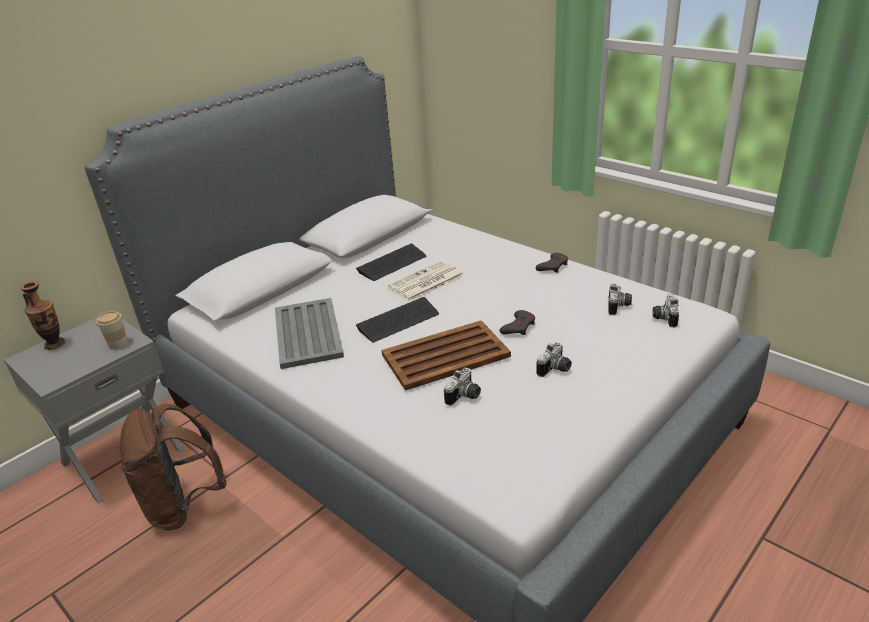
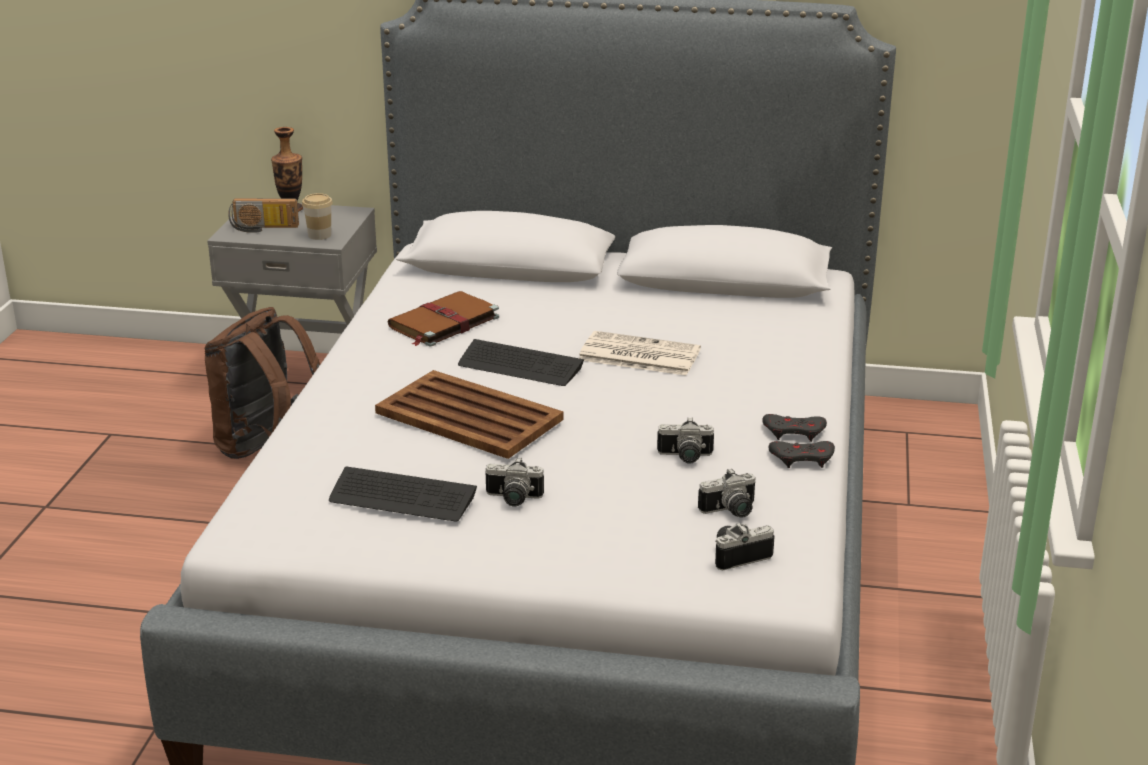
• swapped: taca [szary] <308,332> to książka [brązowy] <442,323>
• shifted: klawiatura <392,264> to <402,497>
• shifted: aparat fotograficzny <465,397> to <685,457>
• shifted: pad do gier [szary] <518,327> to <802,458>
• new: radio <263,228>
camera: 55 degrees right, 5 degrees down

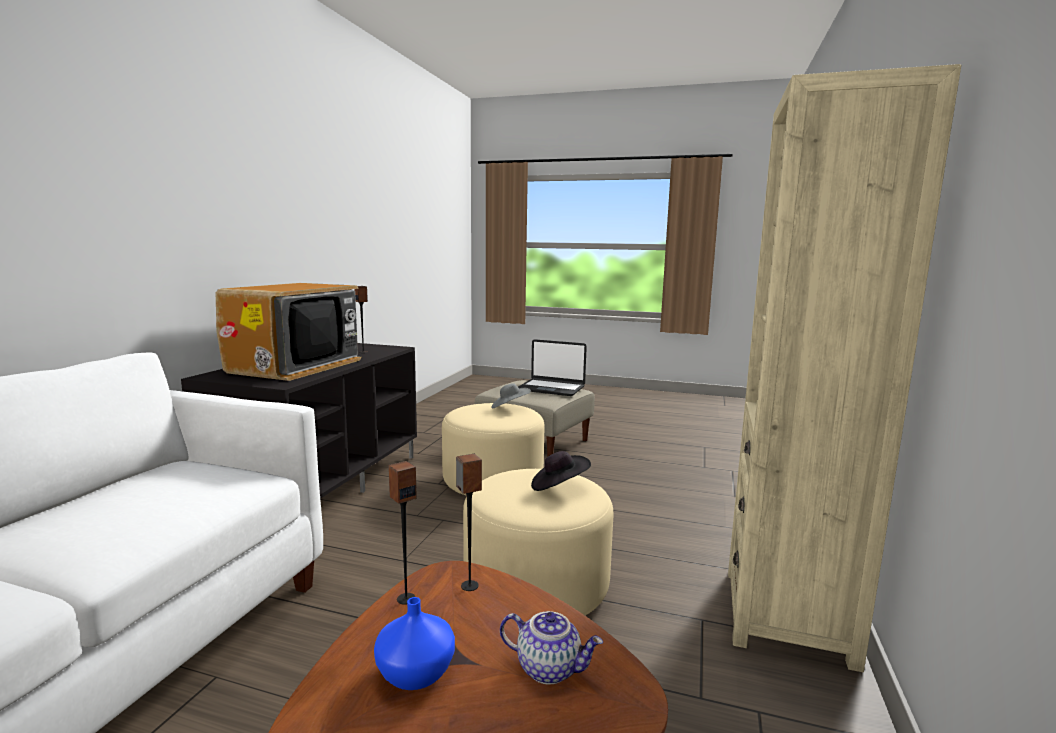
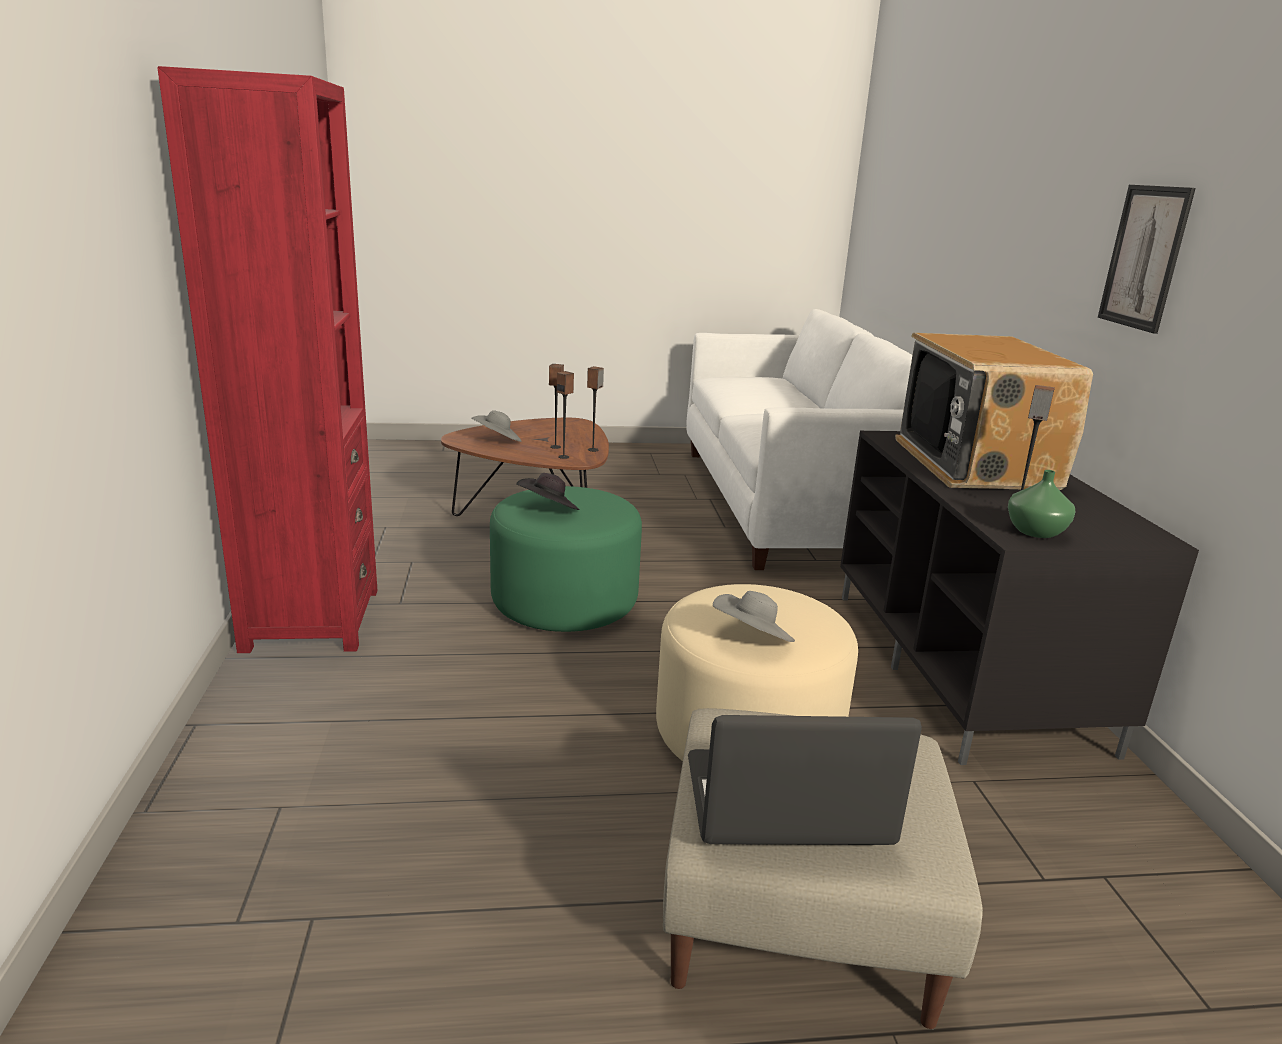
• gone: wazon [niebieski] <416,672>
• repainted: pufa [beżowy] <536,586> to pufa [zielony] <564,602>
• swapped: imbryk <549,668> to kapelusz [szary] <498,440>
• repainted: regał [beżowy] <787,616> to regał [czerwony] <311,619>
• new: głośnik <555,447>
• new: wazon [zielony] <1034,532>
• new: obraz <1144,257>
camera: 155 degrees right, 10 degrees up

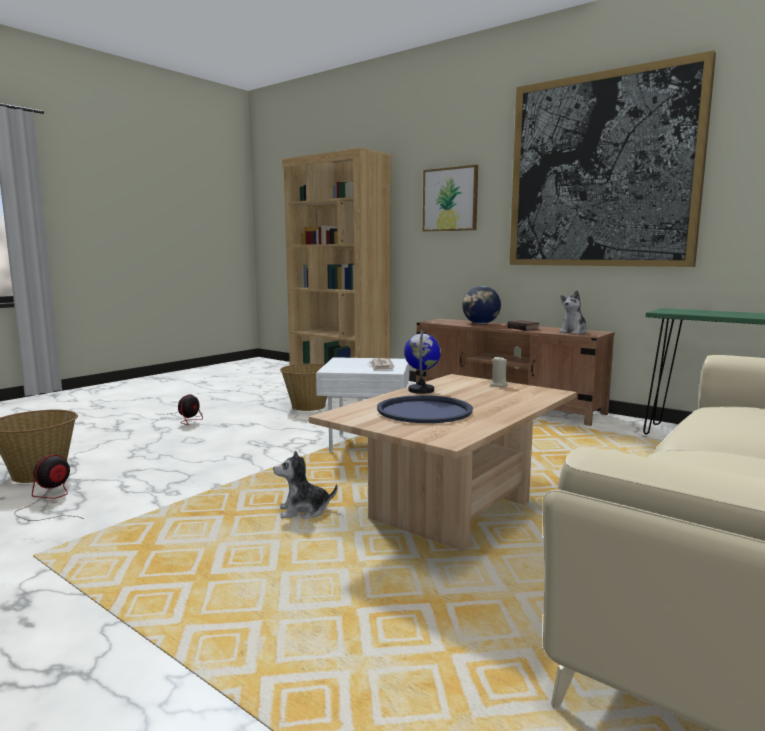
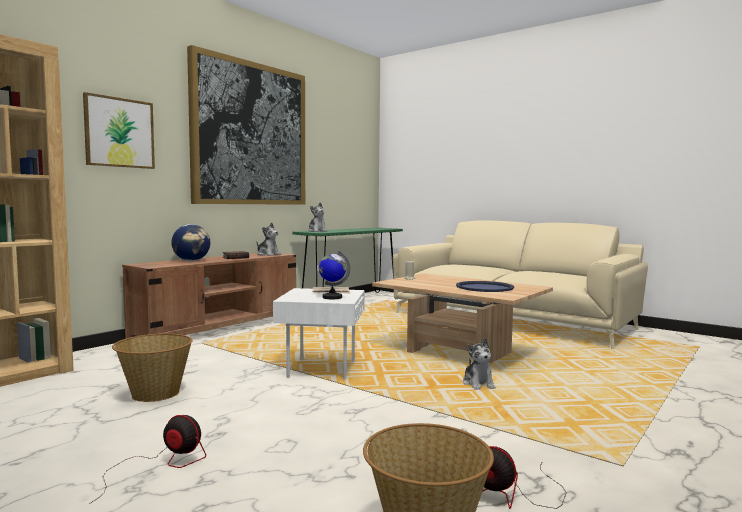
• shifted: globus <421,390> to <332,297>
• new: pluszak <317,231>
camera: 90 degrees left, 5 degrees down

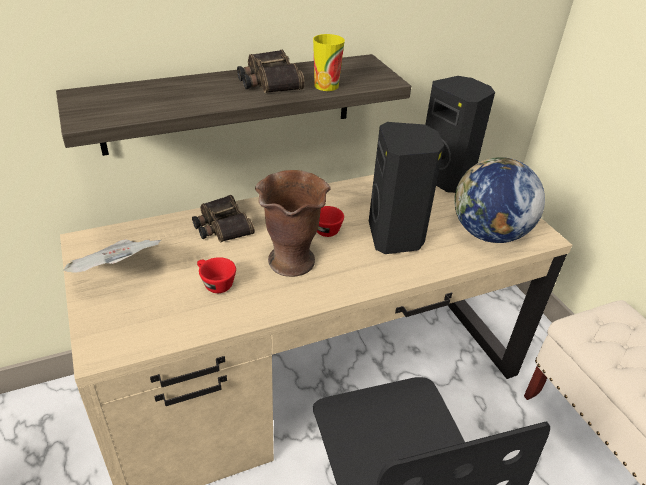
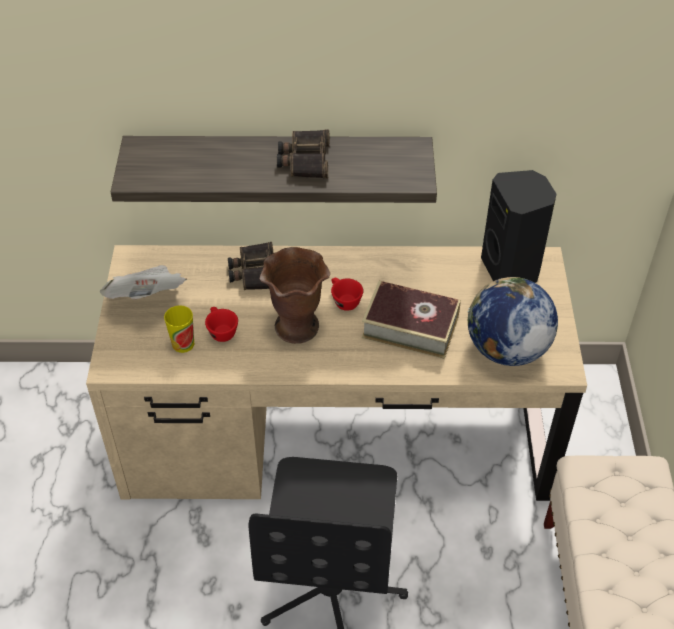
• shifted: filiżanka <326,86> to <183,344>
• swapped: głośnik [czarny] <396,236> to książka <410,327>
camera: 25 degrees right, 10 degrees up

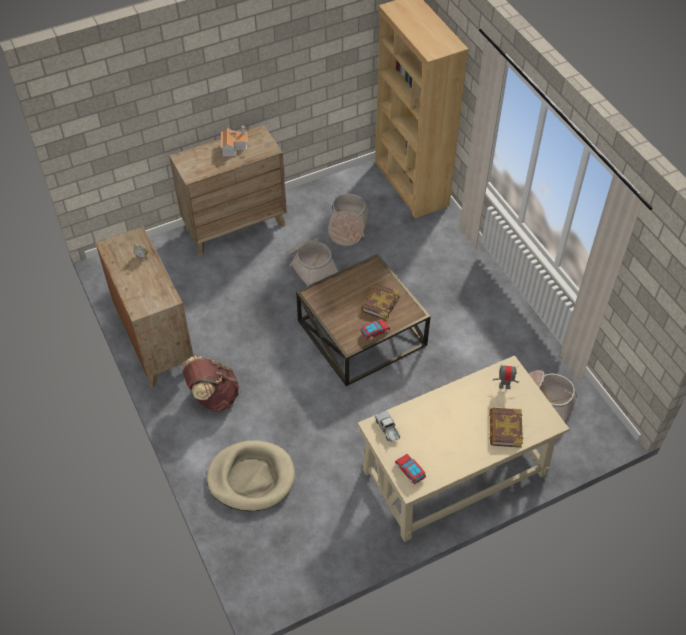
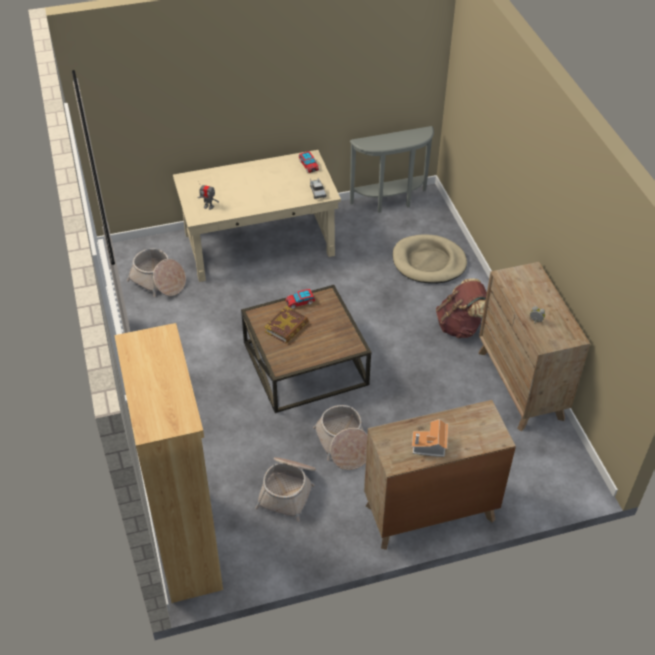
• gone: książka <505,429>
• new: stolik konsolowy [szary] <391,202>
camera: 170 degrees left, 5 degrees down

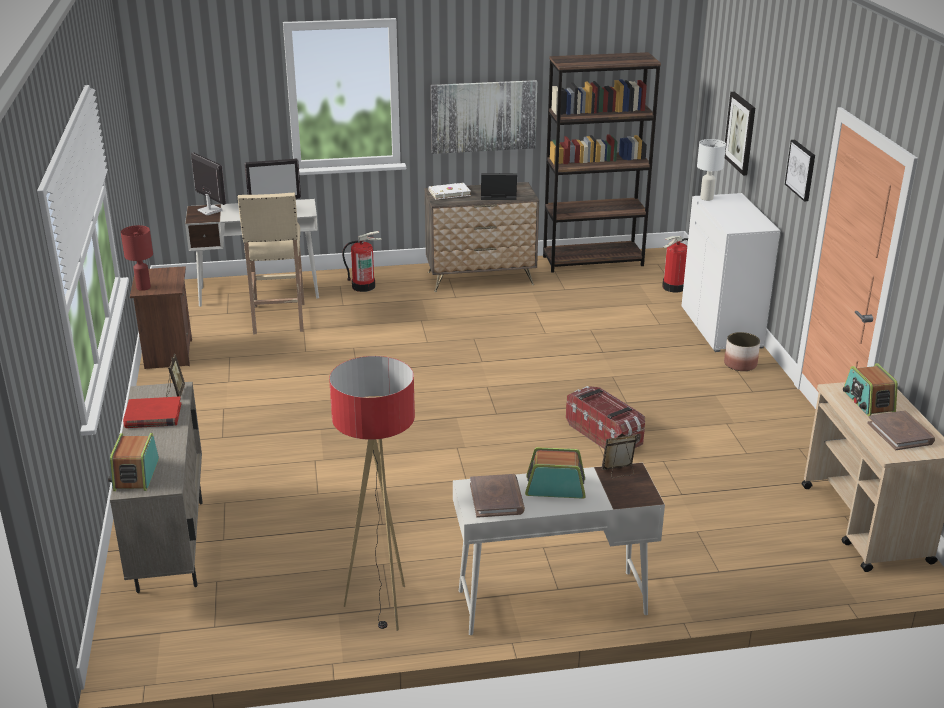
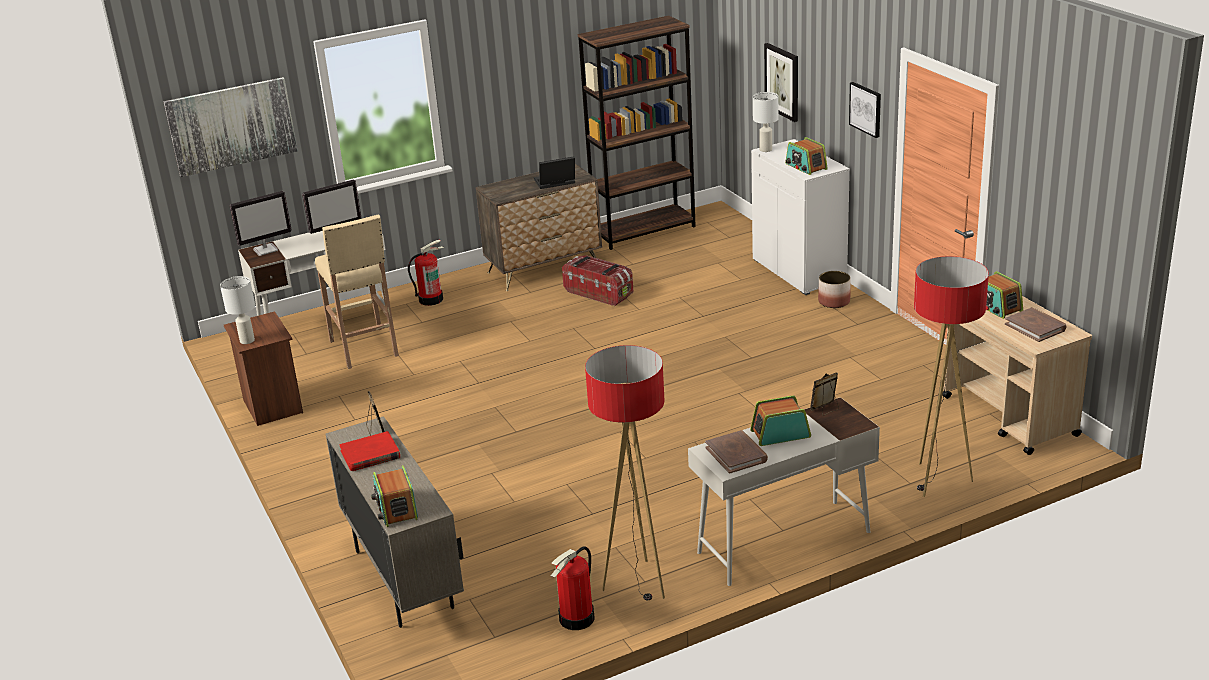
• repainted: lampa stołowa [czerwony] <143,287> to lampa stołowa [biały] <247,340>
• rotated: monitor <209,210> = <266,250> 120 degrees clockwise
• gone: książka [biały] <449,193>
• shifted: obraz <483,116> to <231,126>
• shifted: pojemnik do przechowywania <604,435> to <599,293>
• shifted: gaśnica <674,287> to <577,618>
• new: radio <805,167>
• new: lampa stojąca <938,480>
camera: 15 degrees left, 0 degrees up

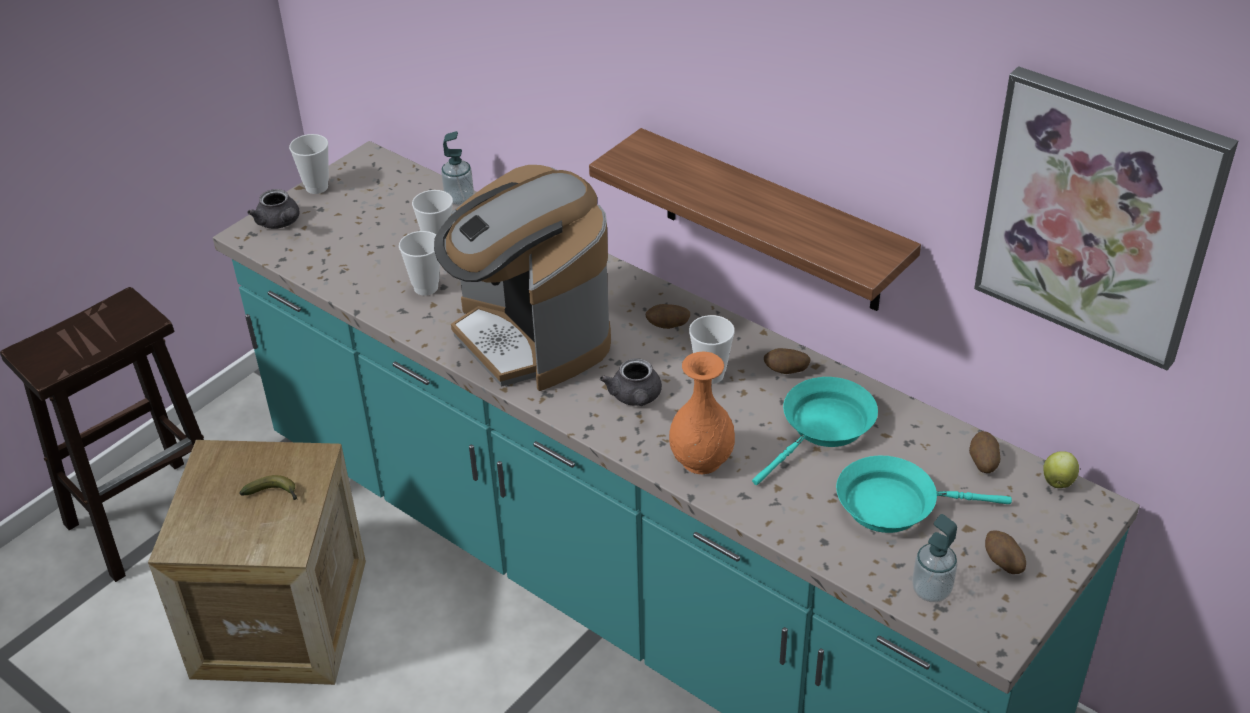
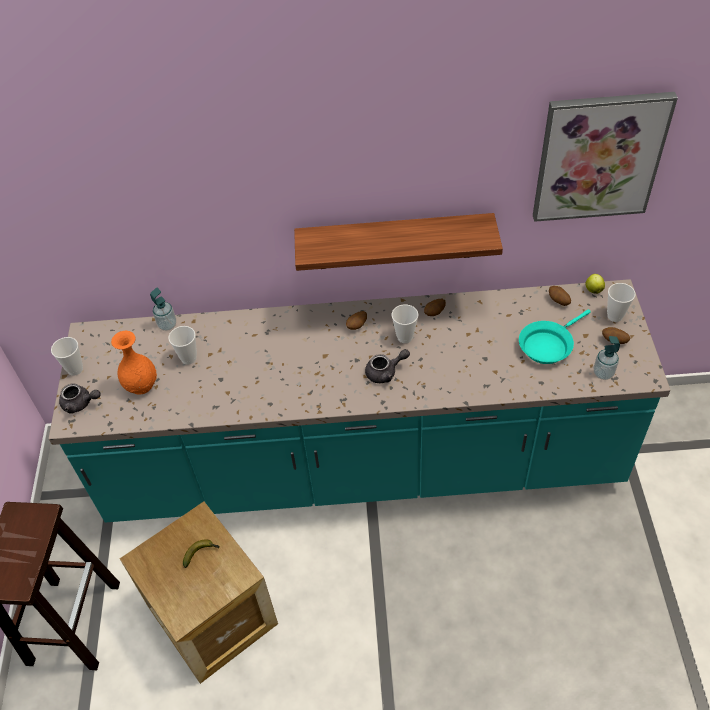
• shifted: filiżanka <426,287> to <615,316>
• gone: ekspres do kawy <531,337>
• rotated: imbryk [szary] <635,398> = <385,372> 60 degrees counterclockwise
• shifted: wazon [pomarańczowy] <702,460> to <142,385>
• gone: patelnia [turkusowy] <823,428>
camera: 40 degrees left, 10 degrees up

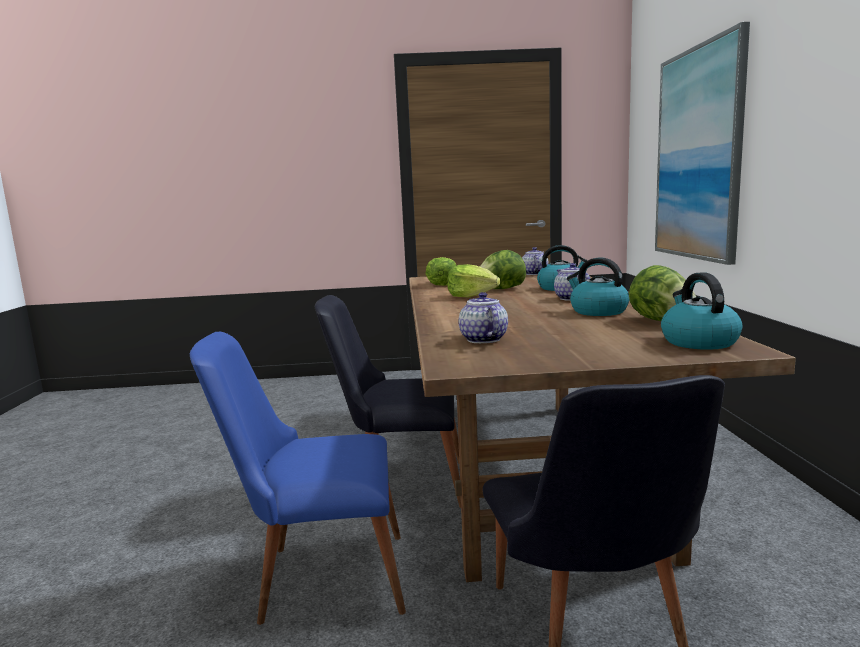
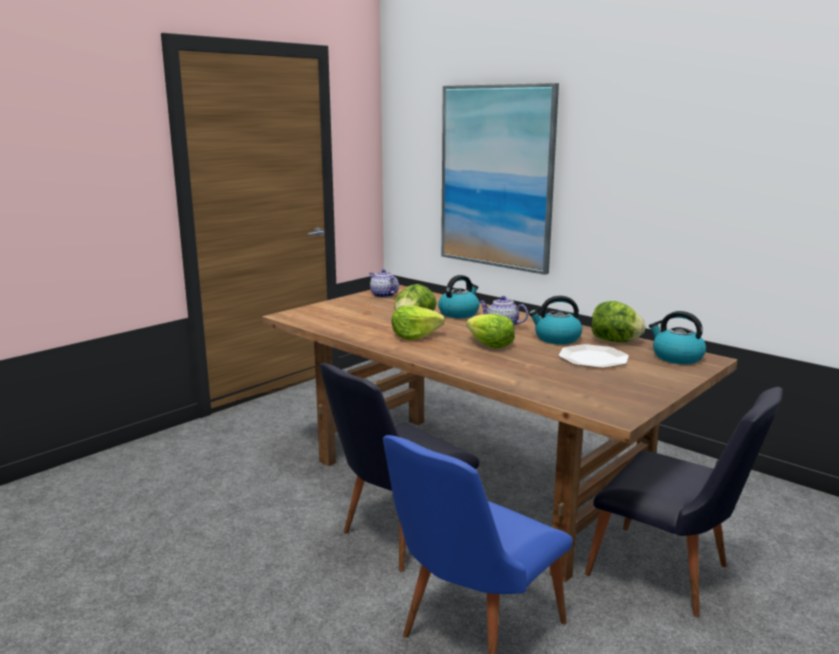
• shifted: sałata <442,284> to <489,345>
• gone: imbryk <482,339>
• new: talerz <593,358>
camera: 45 degrees left, 5 degrees up

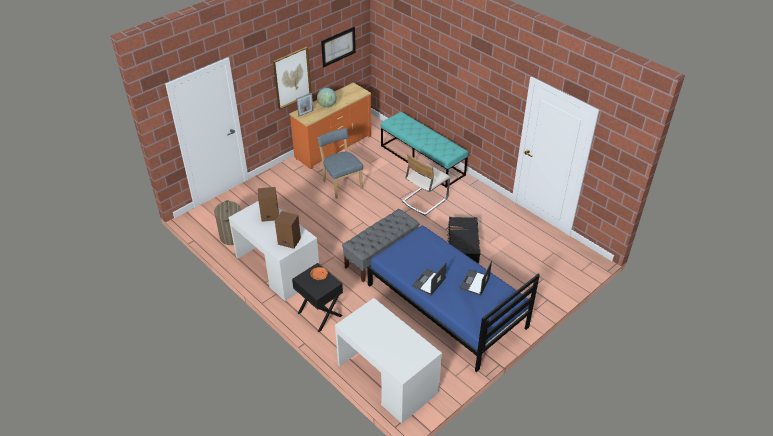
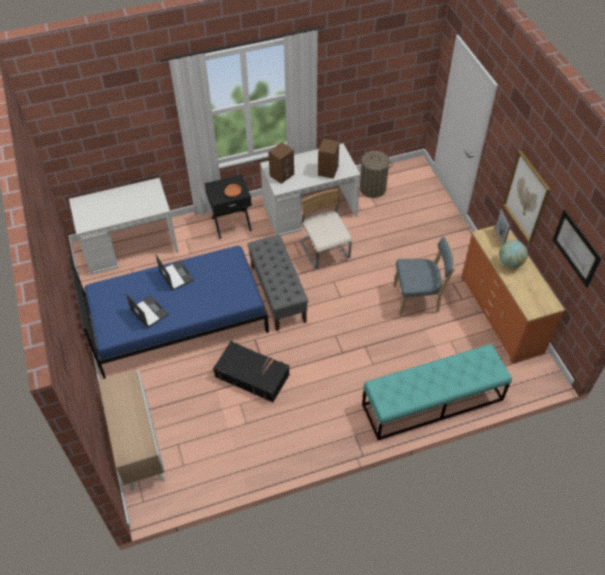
• shifted: krzesło [beżowy] <424,200> to <325,250>
• new: szafka <138,446>
camera: 115 degrees right, 10 degrees up

